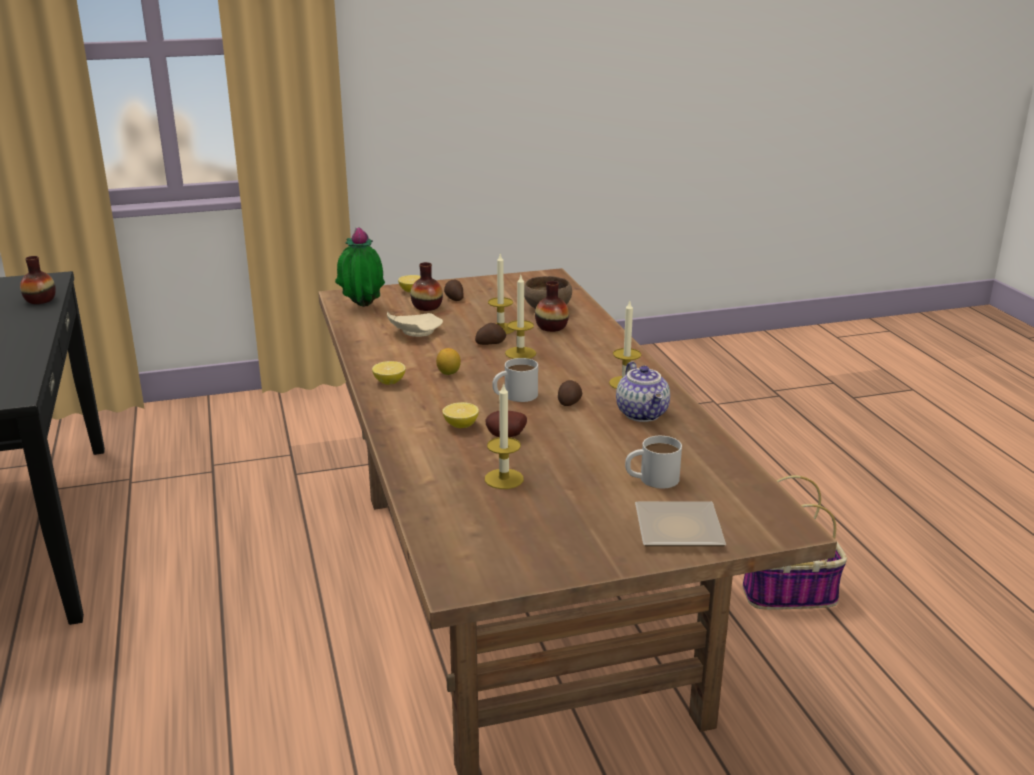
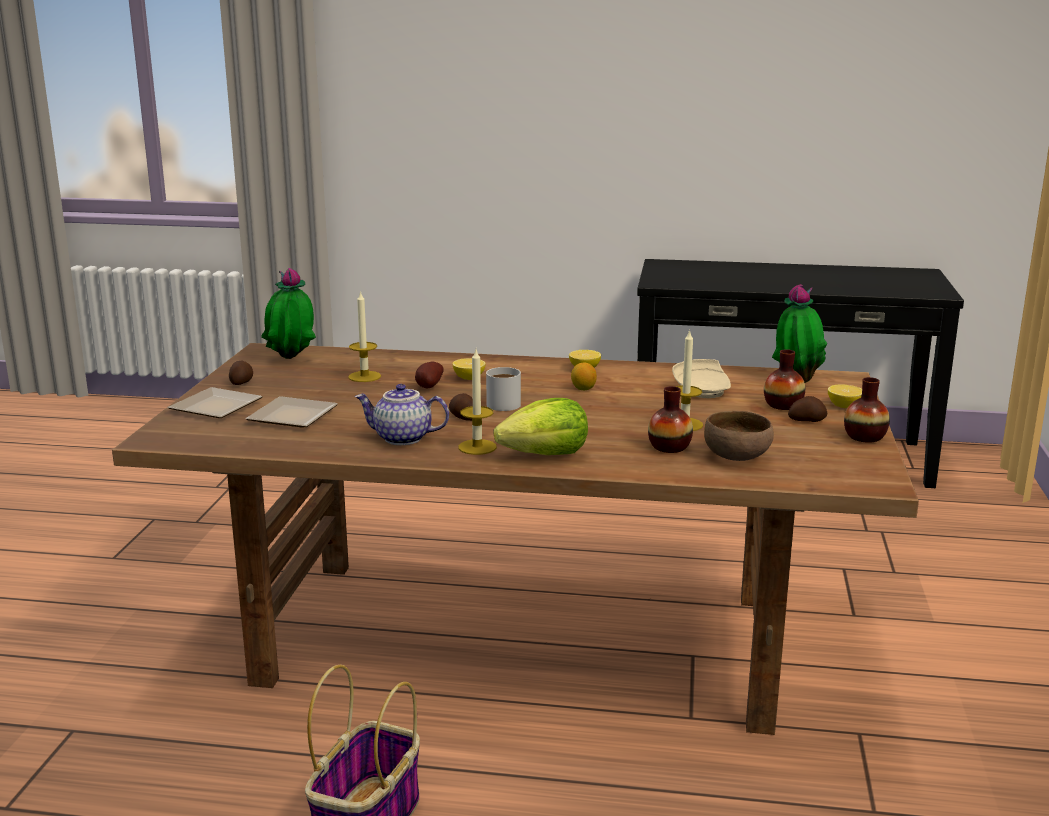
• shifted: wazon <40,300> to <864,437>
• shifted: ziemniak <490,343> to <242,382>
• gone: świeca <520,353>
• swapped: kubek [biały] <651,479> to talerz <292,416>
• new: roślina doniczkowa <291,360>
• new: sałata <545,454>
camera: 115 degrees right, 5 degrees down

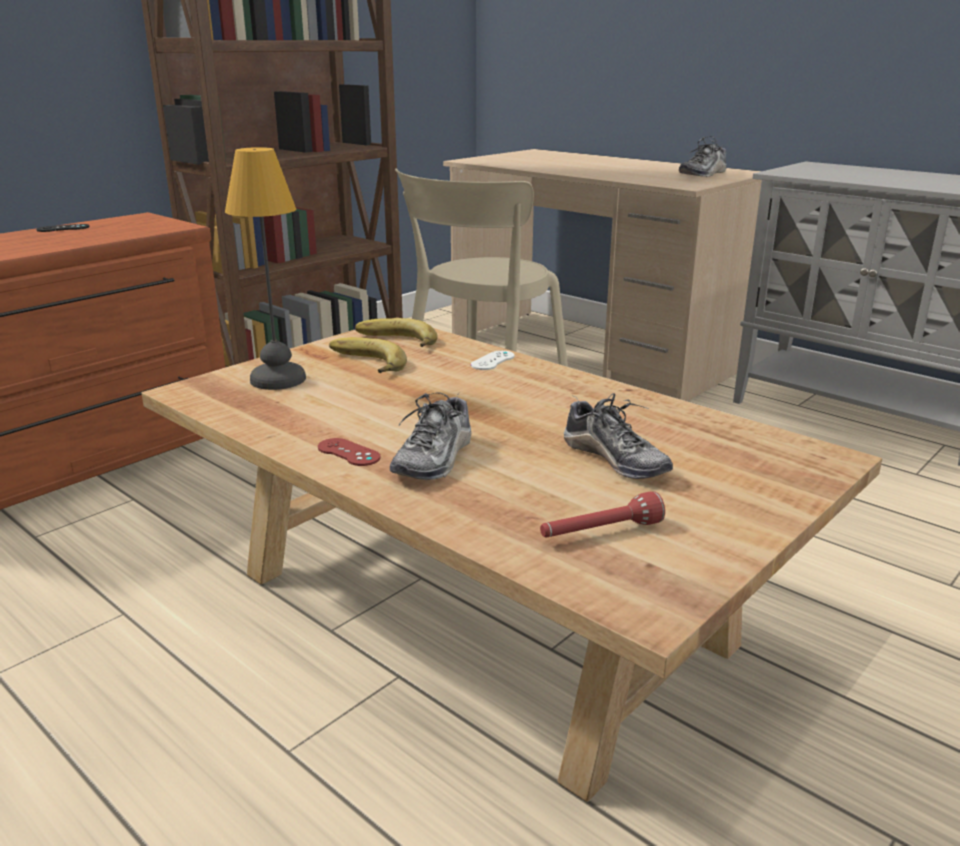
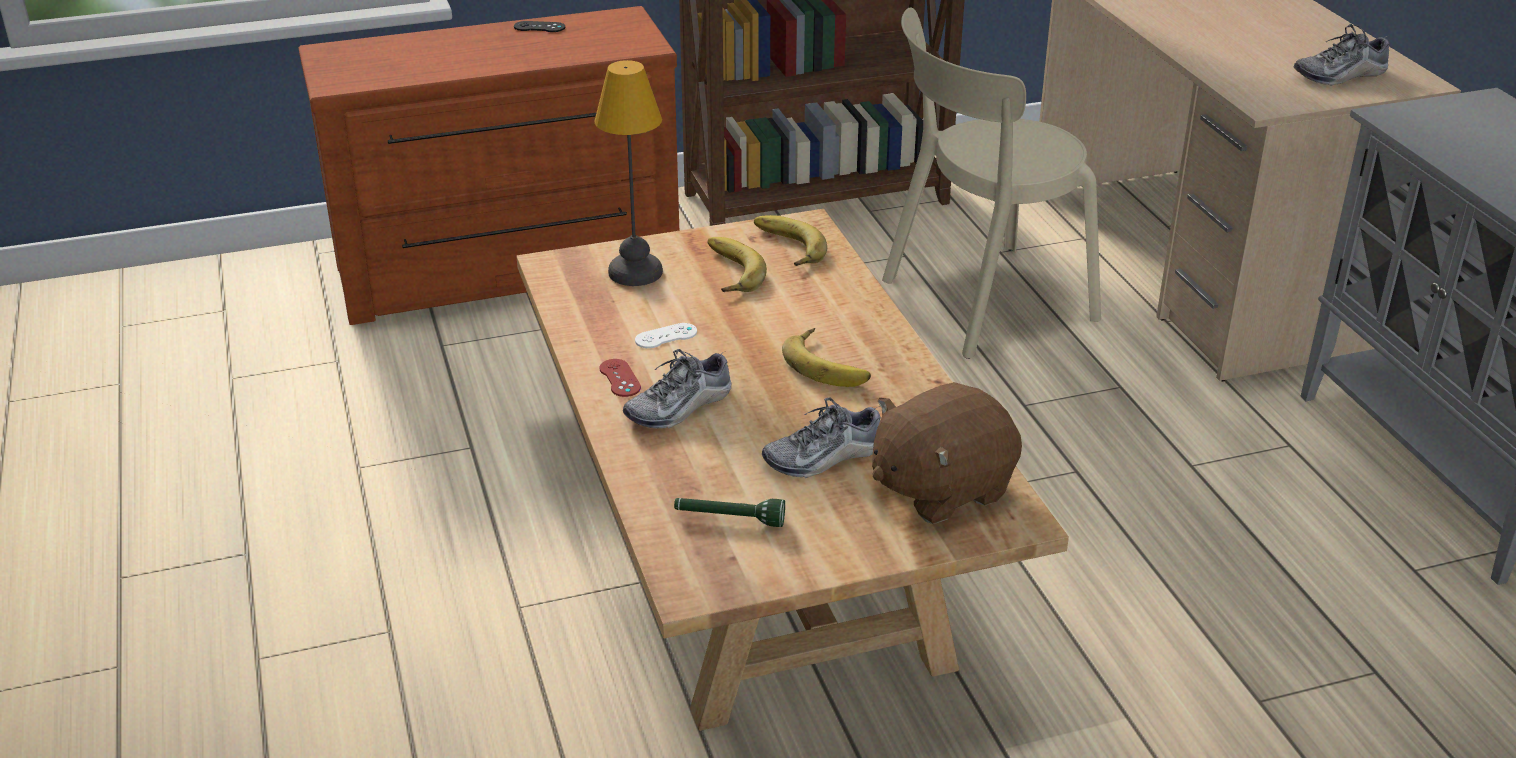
• shifted: pad do gier [biały] <493,361> to <666,336>
• repainted: latarka [czerwony] <600,532> to latarka [zielony] <729,519>
• rotated: but <615,459> = <823,457> 75 degrees clockwise
• new: banan <829,364>
• new: pluszak [brązowy] <940,488>
camera: 30 degrees right, 10 degrees up

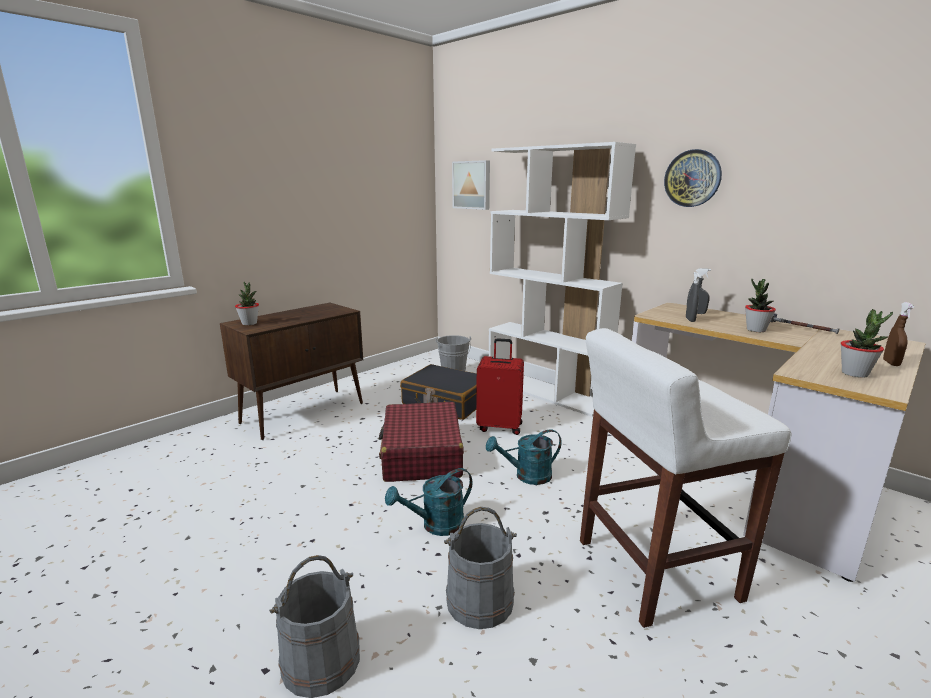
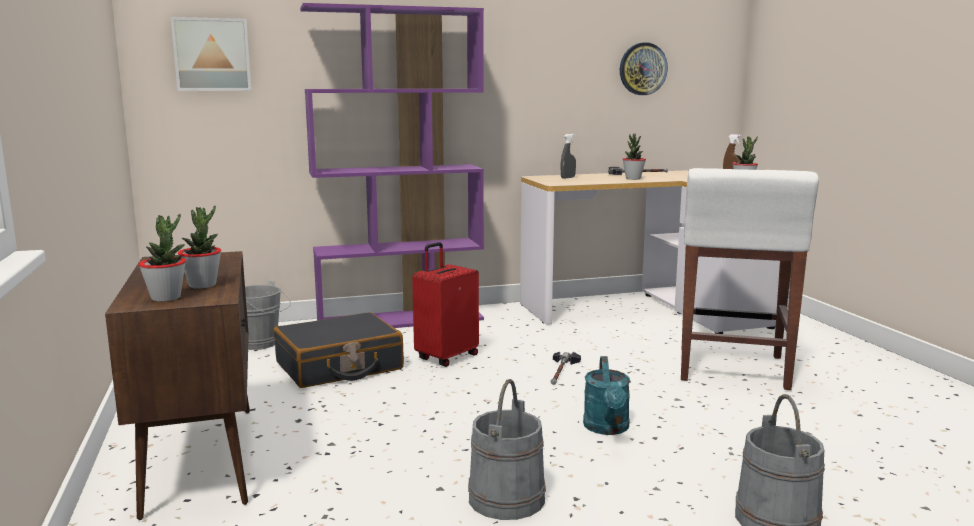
• gone: walizka [czerwony] <422,454>
• shifted: wiadro [szary] <480,600> to <506,498>
• swapped: konewka [turkusowy] <527,476> to młotek <561,372>
• repainted: regał [biały] <547,392> to regał [fioletowy] <401,320>
• shifted: zegar ścienny <692,178> to <642,69>
• gone: spryskiwacz [szary] <690,320>
• new: roślina doniczkowa <202,285>
camera: 60 degrees left, 5 degrees down

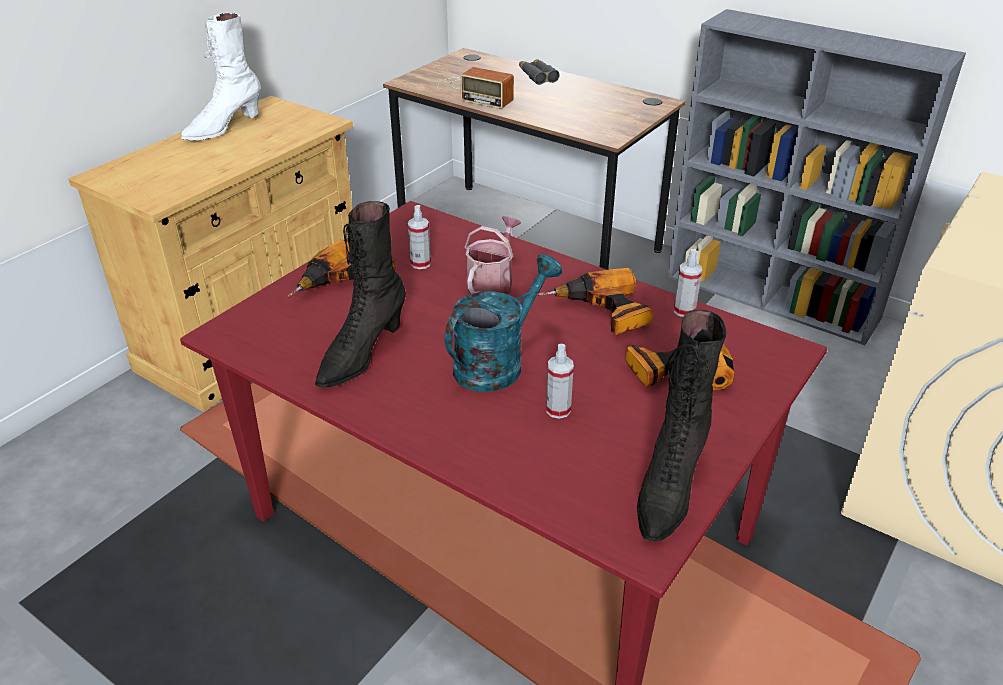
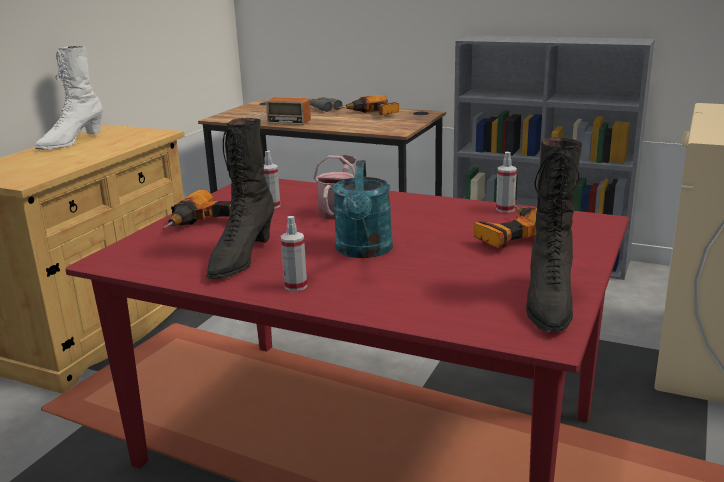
• rotated: konewka [turkusowy] <497,362> = <364,251> 150 degrees clockwise
• shifted: wiertarka <602,313> to <372,114>
• shifted: spryskiwacz <558,410> to <295,286>
camera: 10 degrees left, 15 degrees down

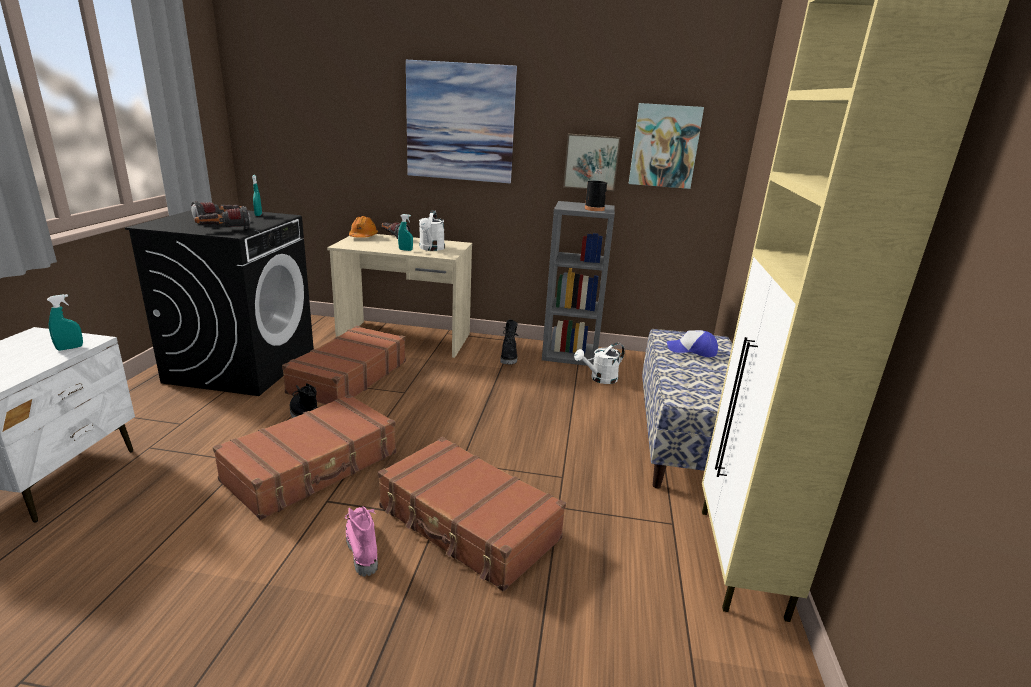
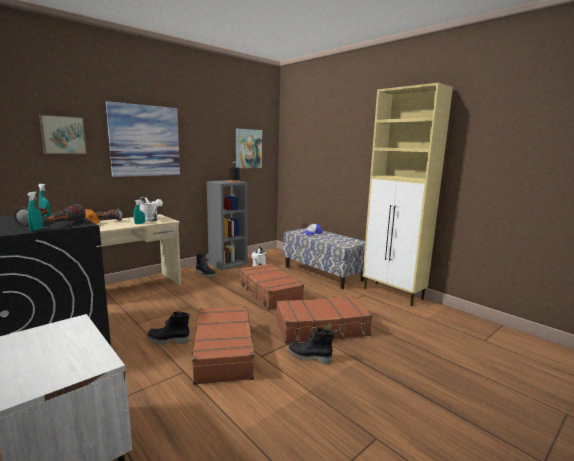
• shifted: spryskiwacz [turkusowy] <70,348> to <36,229>
• shifted: walizka [brązowy] <348,377> to <269,293>
• repainted: but z cholewką [różowy] <361,546> to but z cholewką [czarny] <309,357>
• shifted: obraz <591,162> to <63,135>
camera: 50 degrees left, 10 degrees down

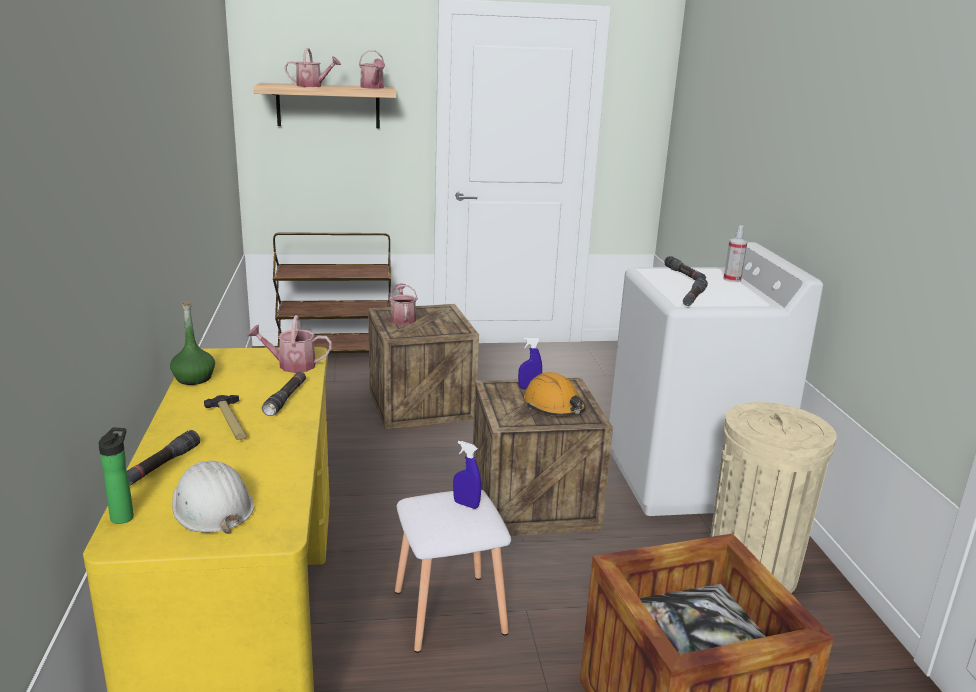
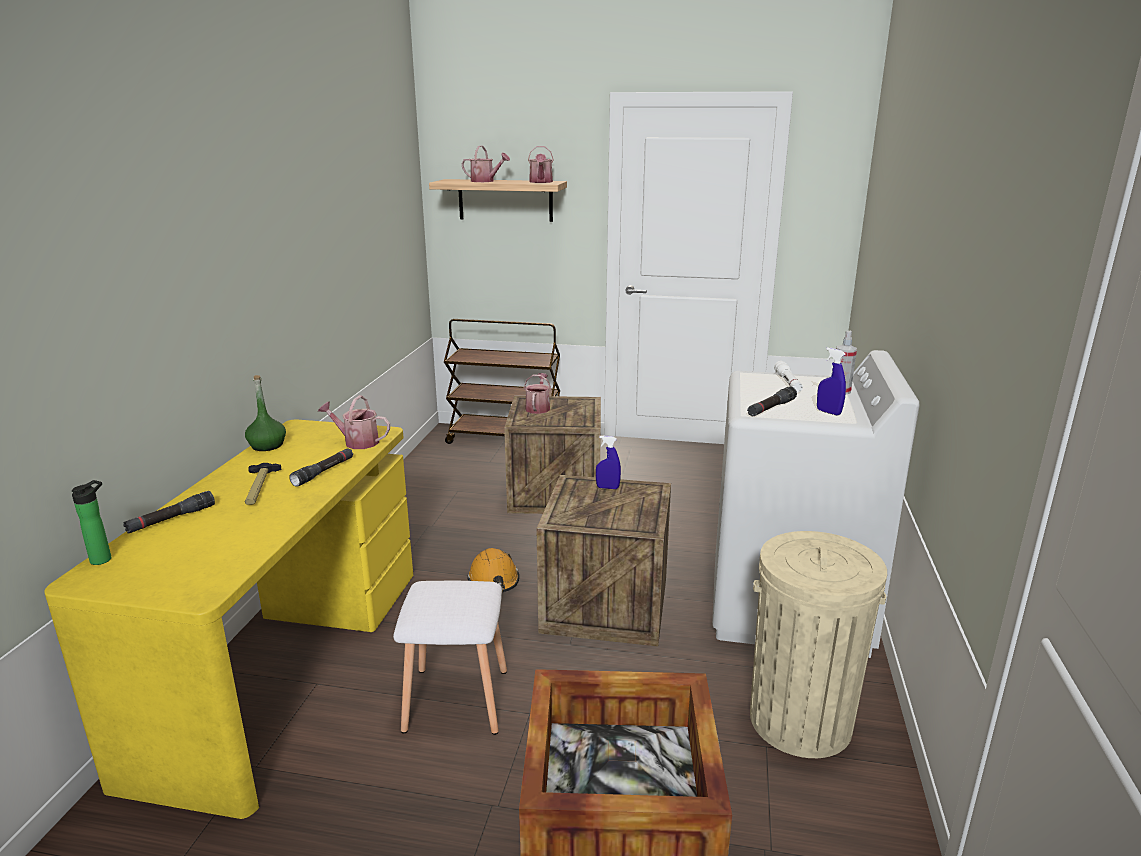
• gone: kask [biały] <211,507>
• shifted: spryskiwacz [niebieski] <466,504> to <828,412>
• shifted: kask [pomarańczowy] <554,407> to <494,581>
• repainted: latarka [czarny] <684,275> to latarka [biały] <788,383>
camera: 20 degrees right, 0 degrees up

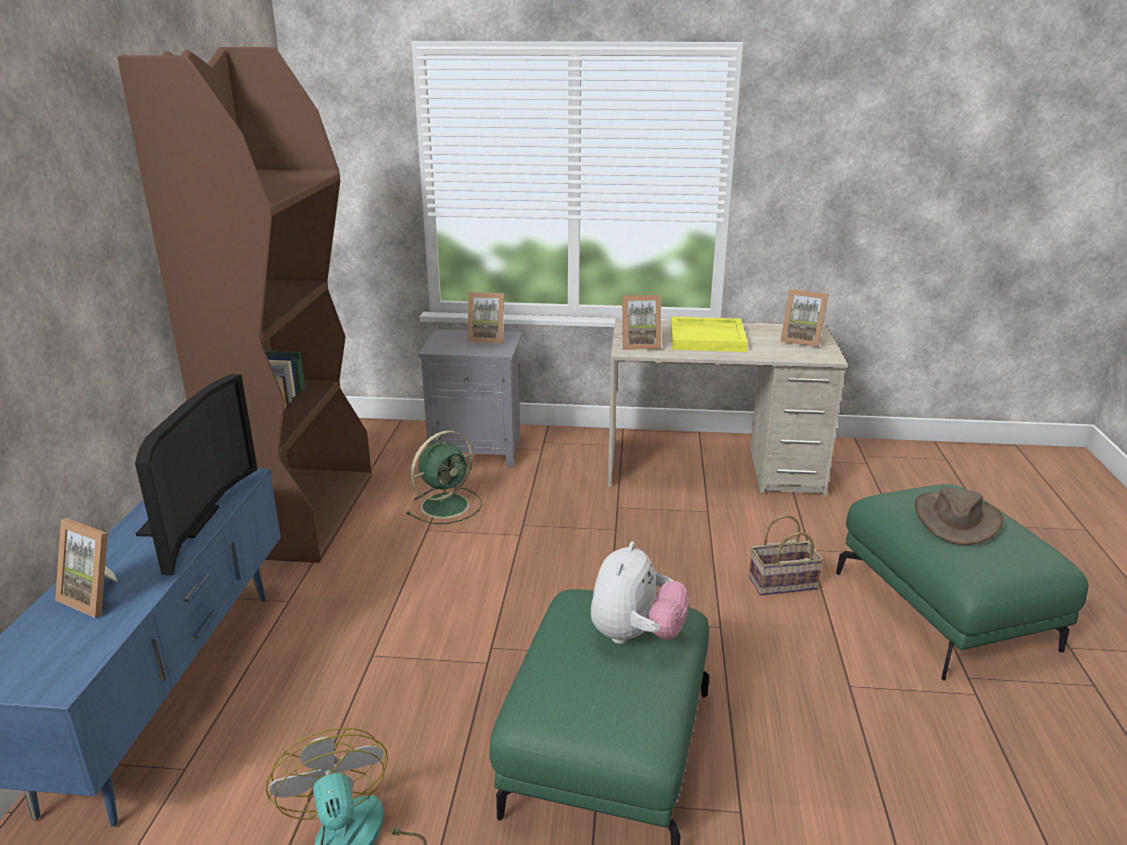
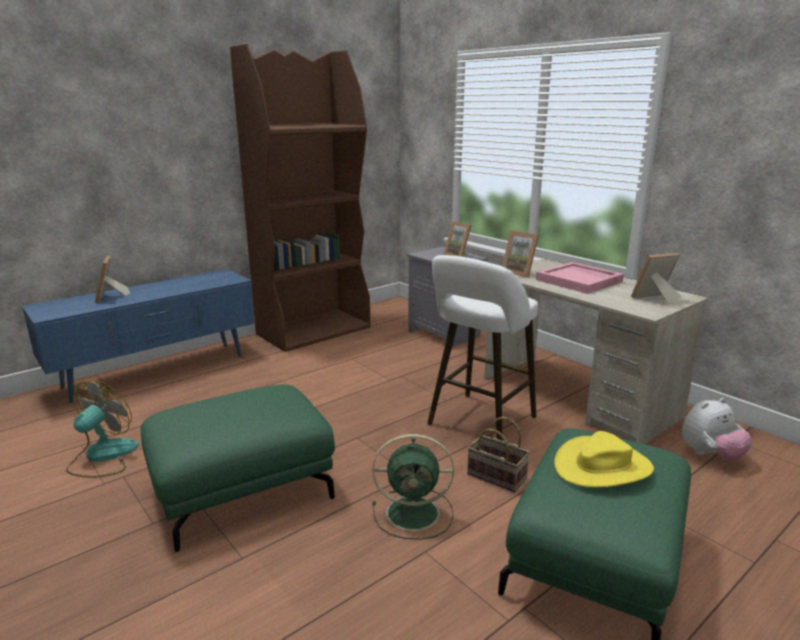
• gone: telewizor <189,522>
• shifted: wentylator [zielony] <447,505> to <415,513>
• shifted: pluszak <635,635> to <710,455>
• repainted: taca [żółty] <707,338> to taca [różowy] <579,281>
• rotated: ramka na zdjęcie <802,340> = <654,299> 90 degrees clockwise
• repainted: kapelusz [brązowy] <956,519> to kapelusz [żółty] <602,466>
• new: stołek [biały] <479,423>
camera: 45 degrees right, 5 degrees down

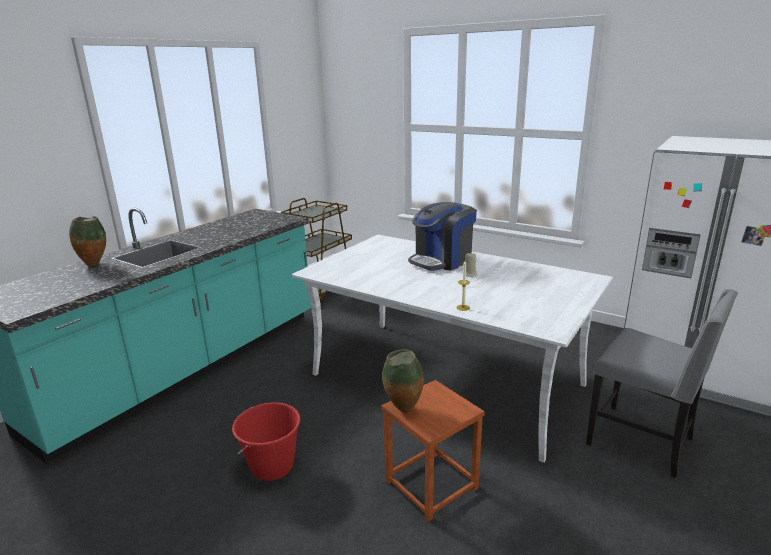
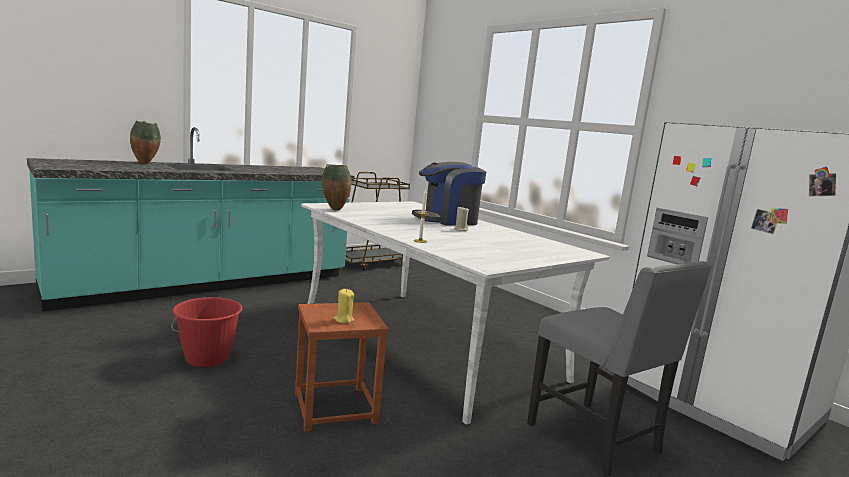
• shifted: wazon <403,410> to <334,209>
• new: świeca [żółty] <343,320>
camera: 15 degrees right, 10 degrees down

